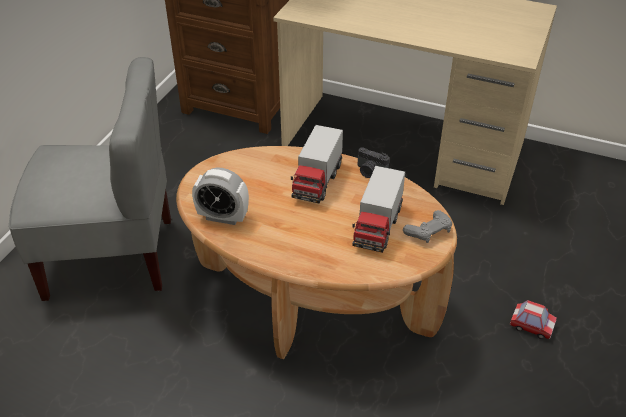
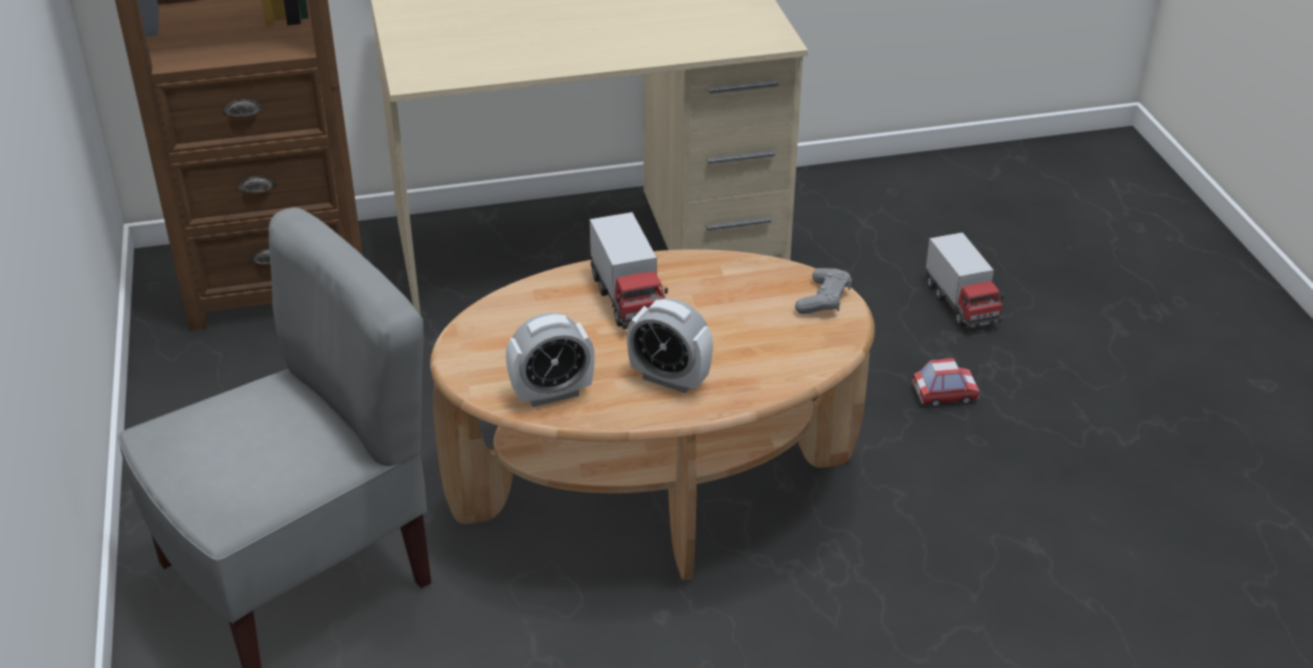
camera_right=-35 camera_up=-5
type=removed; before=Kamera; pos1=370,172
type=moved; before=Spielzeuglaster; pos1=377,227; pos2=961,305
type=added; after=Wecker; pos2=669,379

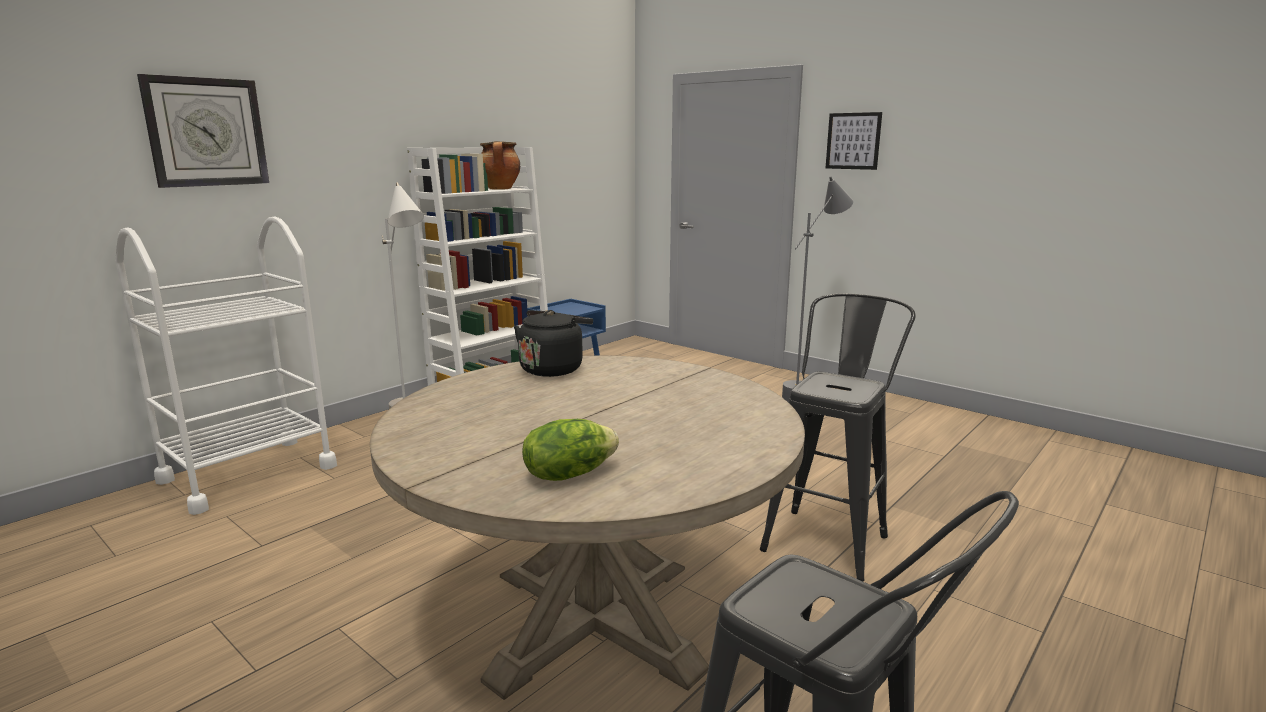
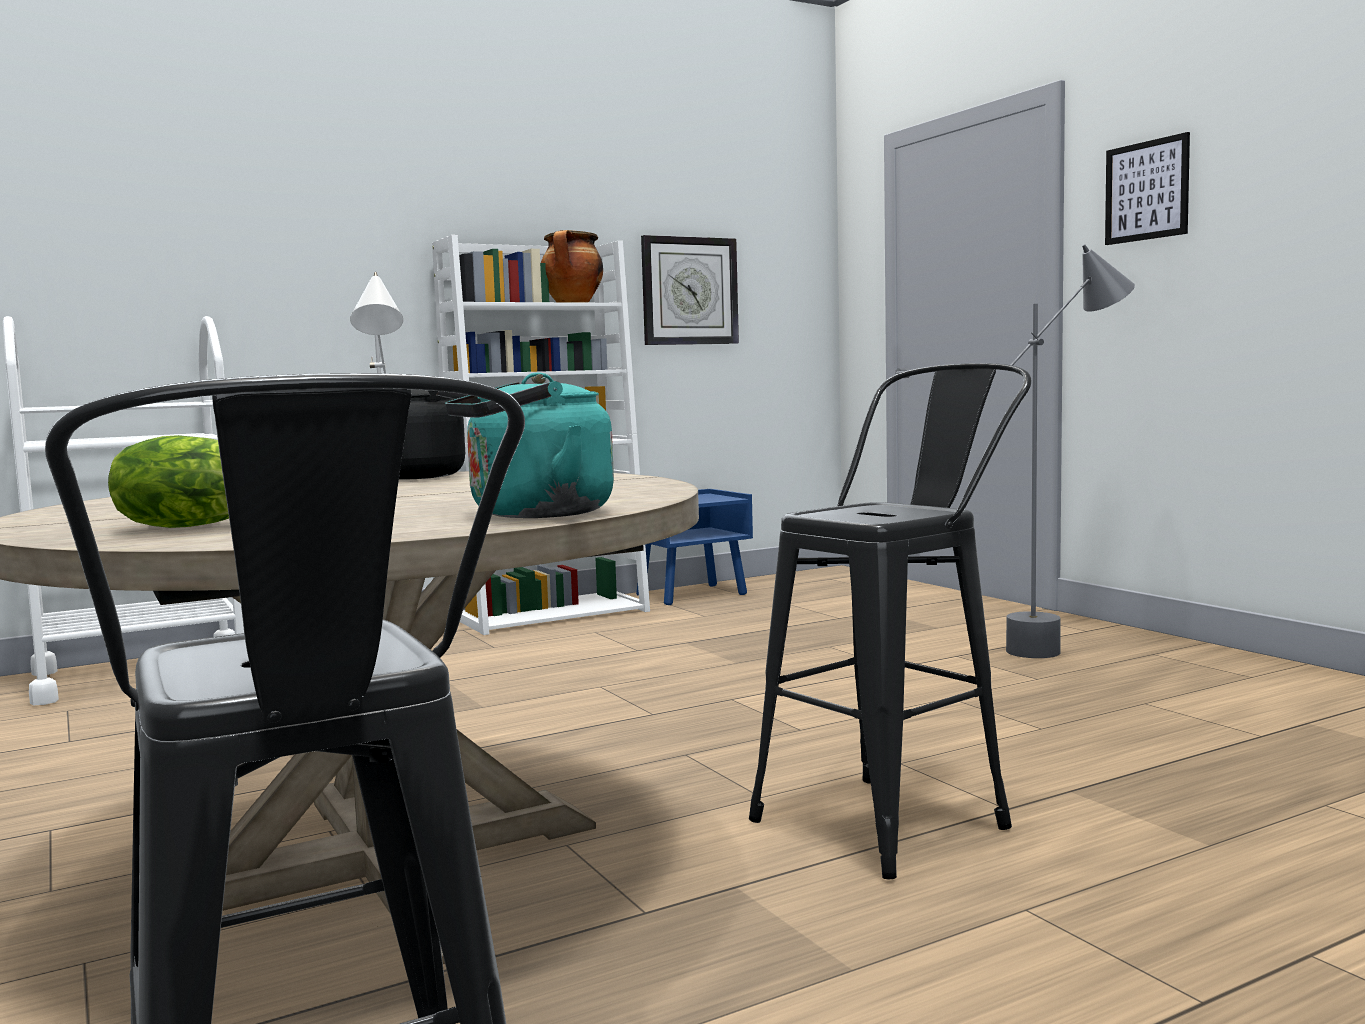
camera_right=20 camera_up=-10
type=moved; before=Wanduhr; pos1=206,132; pos2=689,291
type=added; after=Wasserkessel/türkis; pos2=533,514

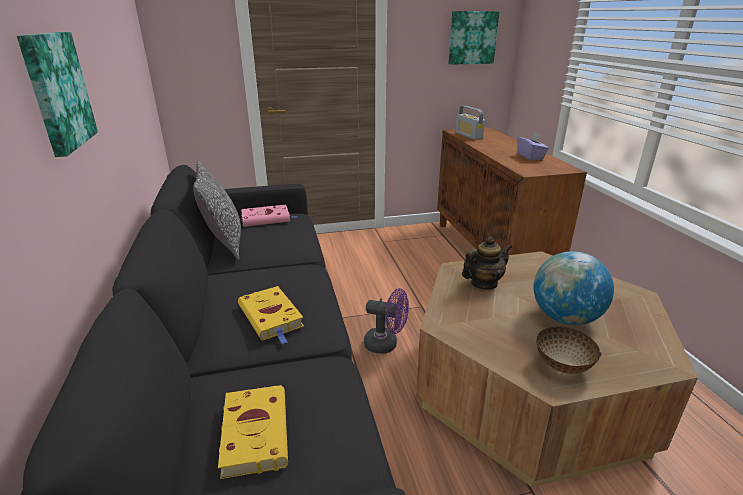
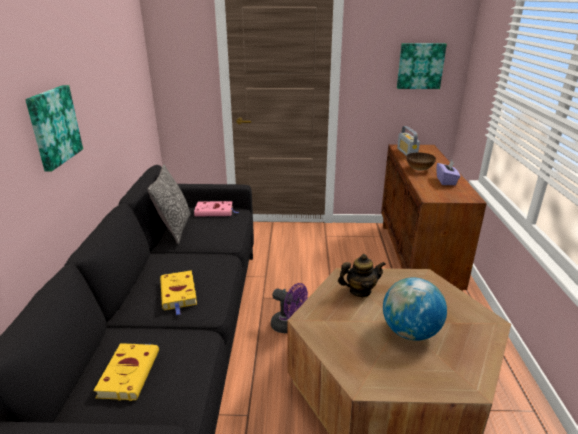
camera_right=15 camera_up=0
type=moved; before=Schüssel; pos1=562,366; pos2=418,169

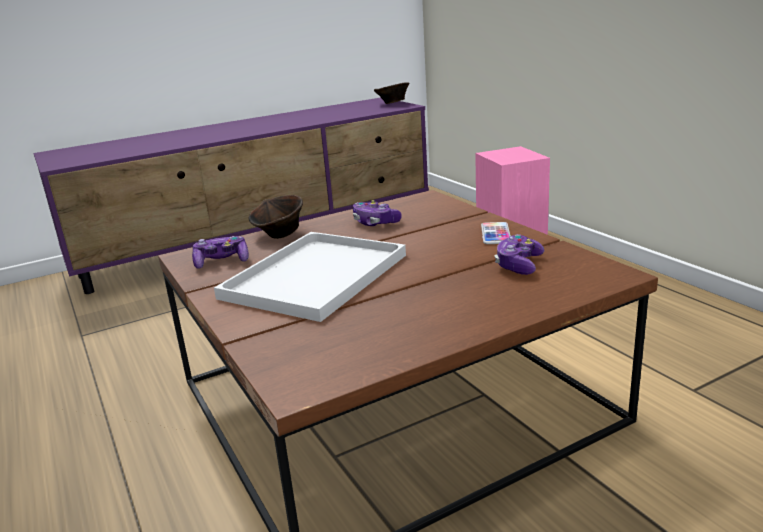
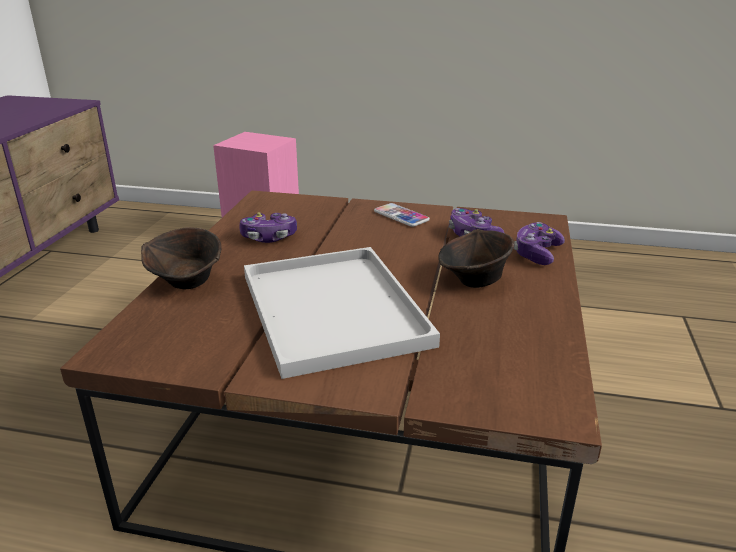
camera_right=-50 camera_up=5
type=moved; before=Schüssel/braun; pos1=392,103; pos2=474,281
type=moved; before=Gamepad; pos1=222,262; pos2=536,253

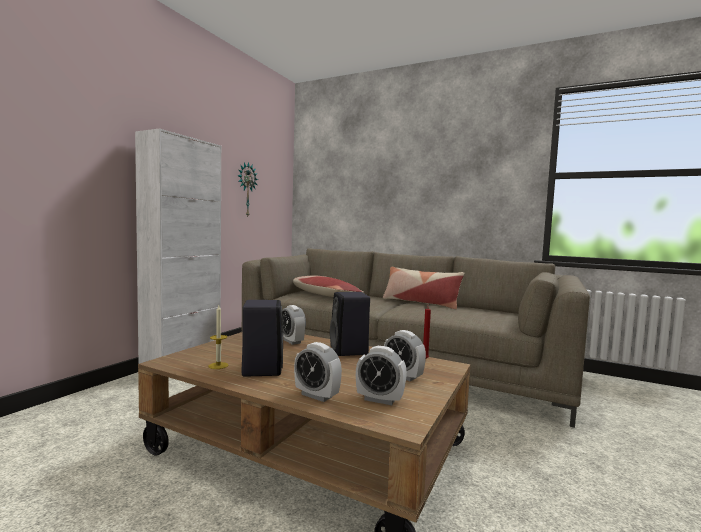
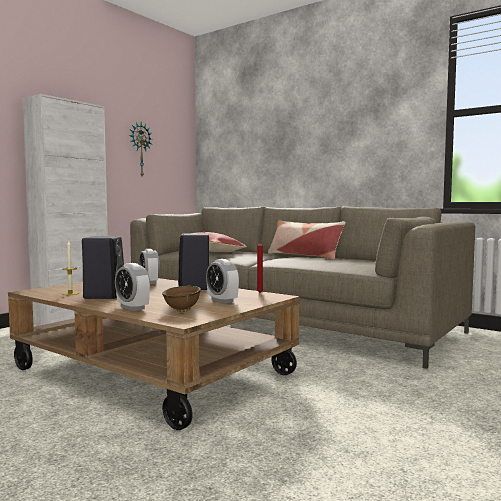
camera_right=10 camera_up=0
type=replaced; before=Wecker; after=Schüssel/braun; pos1=379,399; pos2=182,311

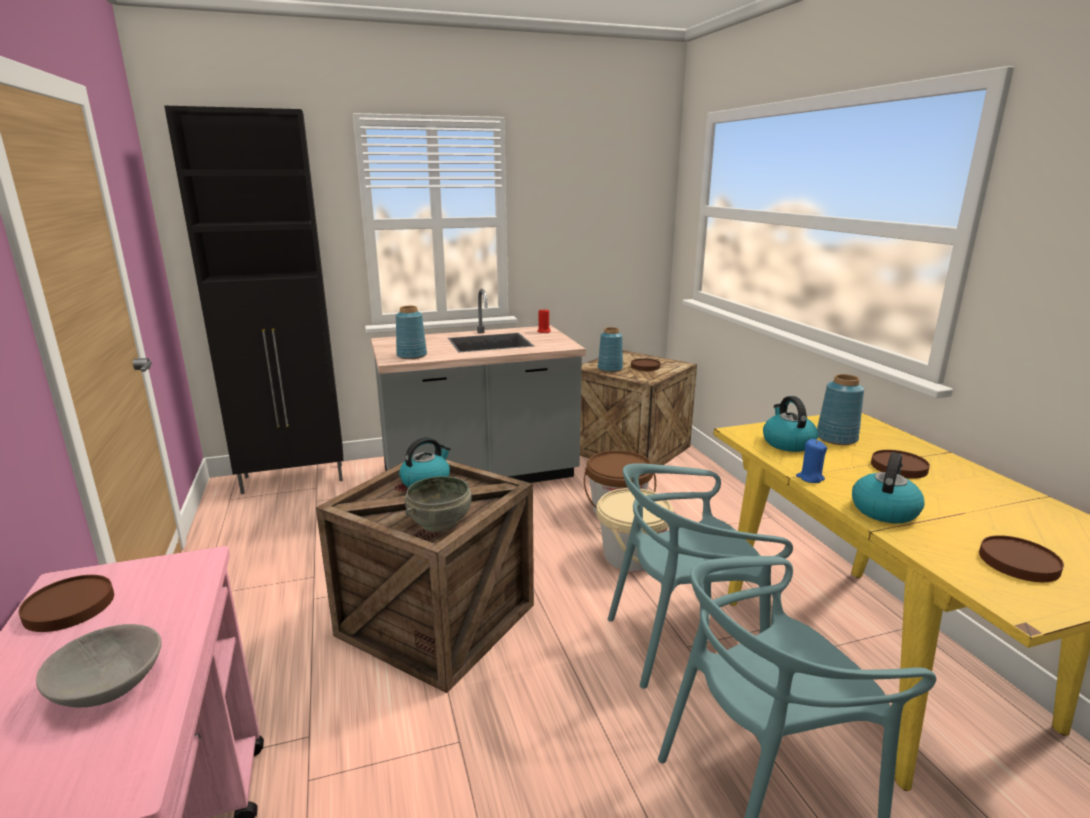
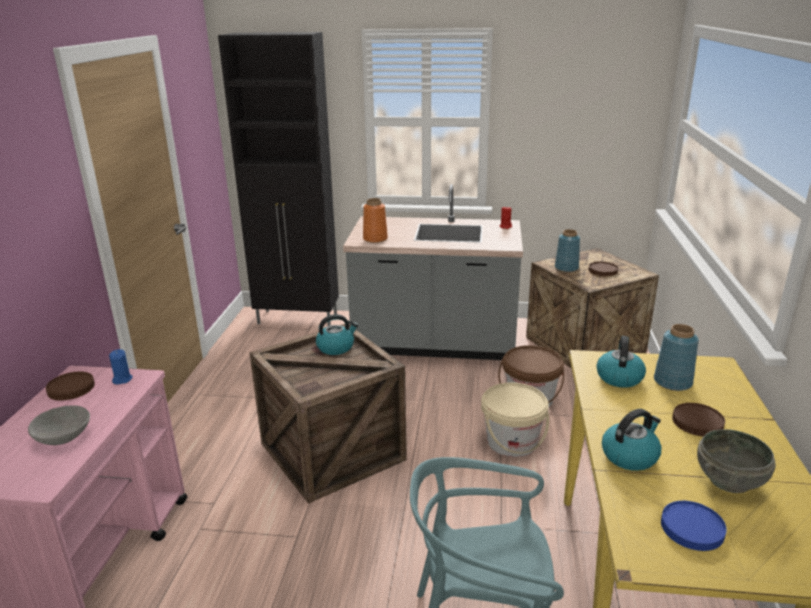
camera_right=25 camera_up=5
type=recoloured; before=Vase/blau; after=Vase/orange; pos1=412,356; pos2=375,239
type=moved; before=Kerze/blau; pos1=810,478; pos2=122,379
type=removed; before=Stuhl/türkis; pos1=683,641
type=moved; before=Schüssel/grau; pos1=440,523; pos2=730,481
type=recoloured; before=Teller/braun; after=Teller/blau; pos1=1018,562; pos2=691,528

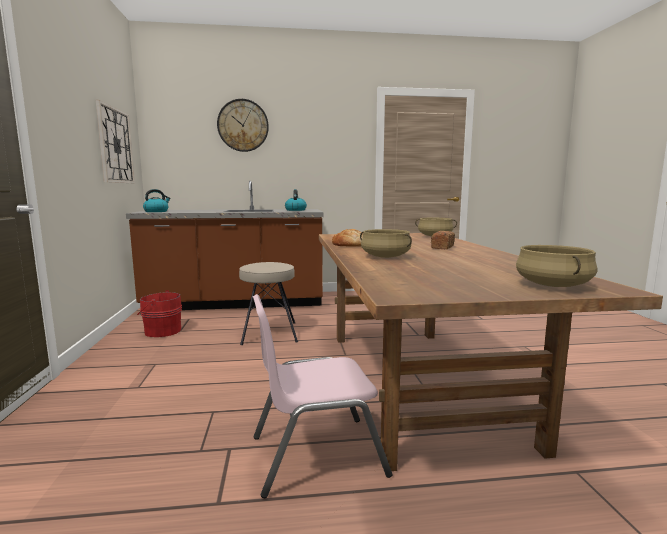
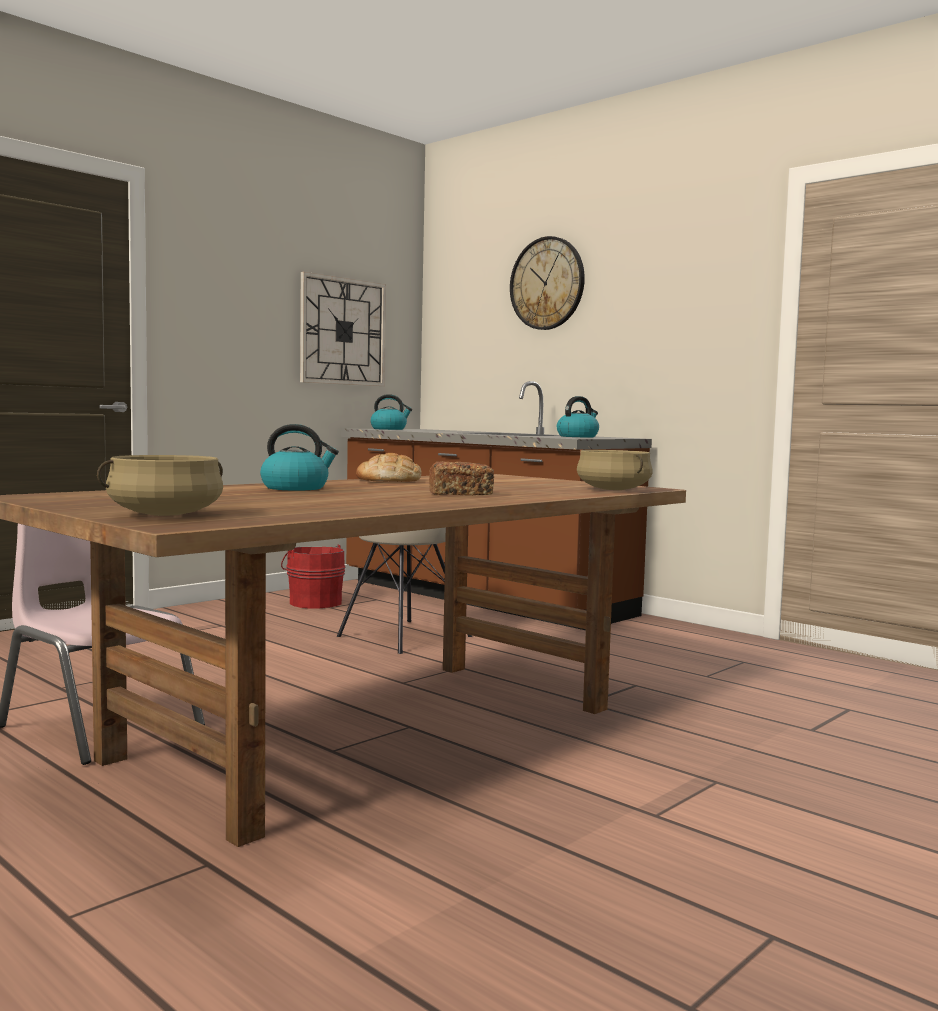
camera_right=50 camera_up=-5
type=replaced; before=Kochtopf/beige; after=Wasserkessel; pos1=385,257; pos2=296,488

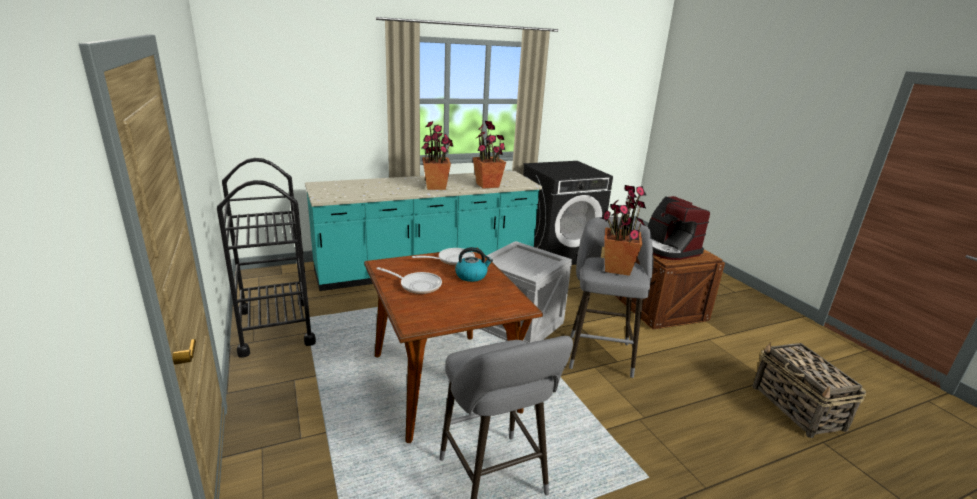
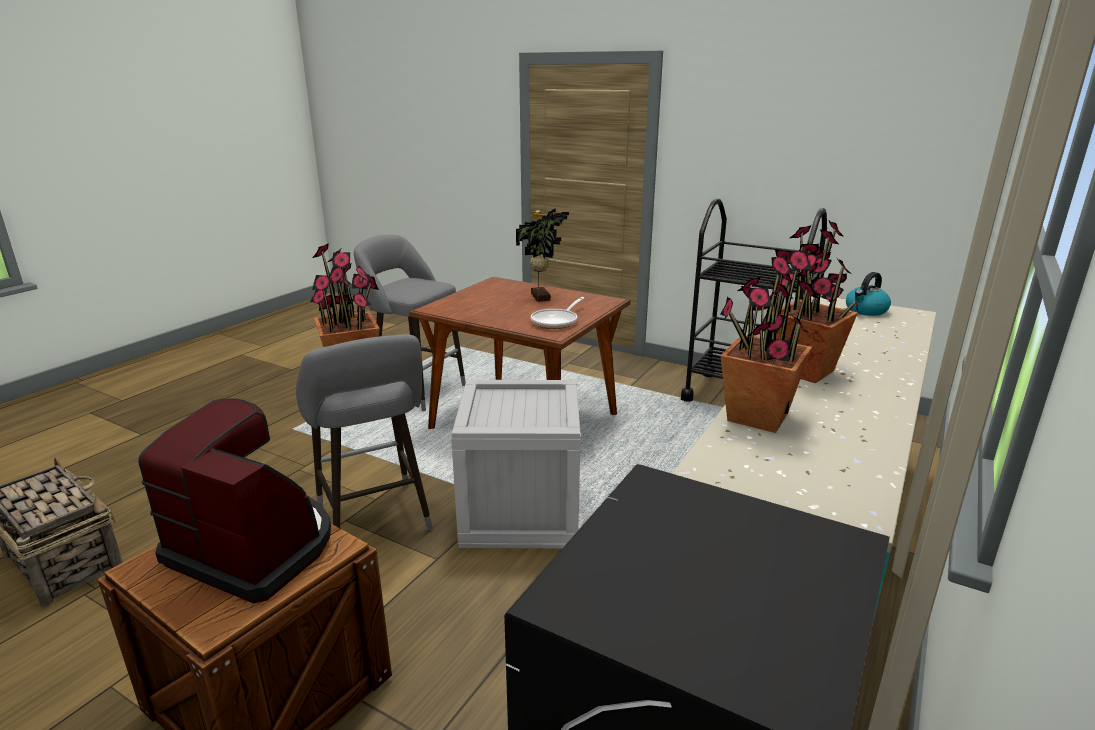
camera_right=145 camera_up=0
type=moved; before=Wasserkessel; pos1=471,276; pos2=866,311
type=replaced; before=Pfanne; after=Topfpflanze; pos1=417,285; pos2=542,297

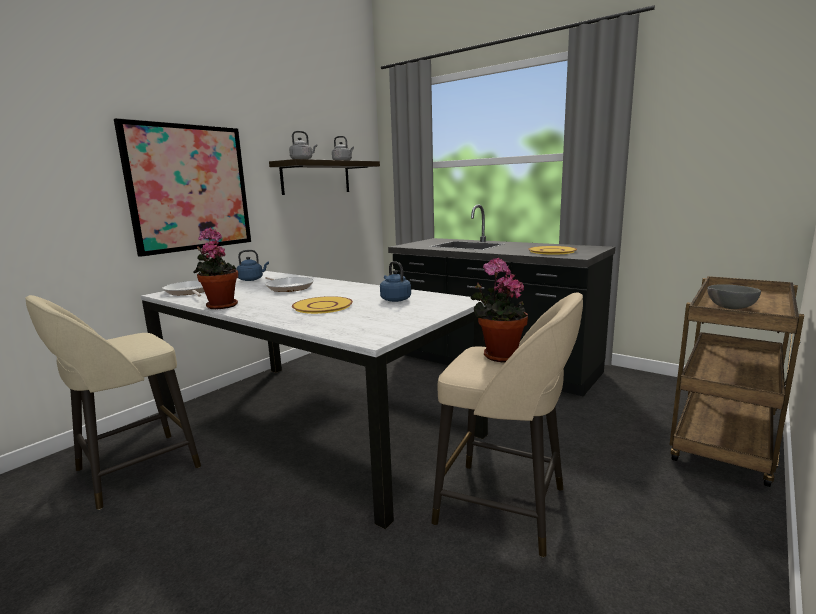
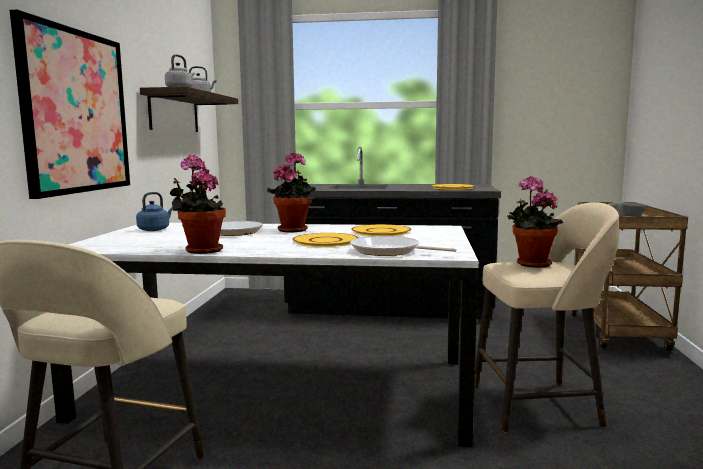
camera_right=-30 camera_up=-5
type=replaced; before=Wasserkessel/blau; after=Teller/gelb; pos1=394,299; pos2=380,231
type=moved; before=Pfanne; pos1=190,292; pos2=389,251
type=added; after=Topfpflanze; pos2=294,230

